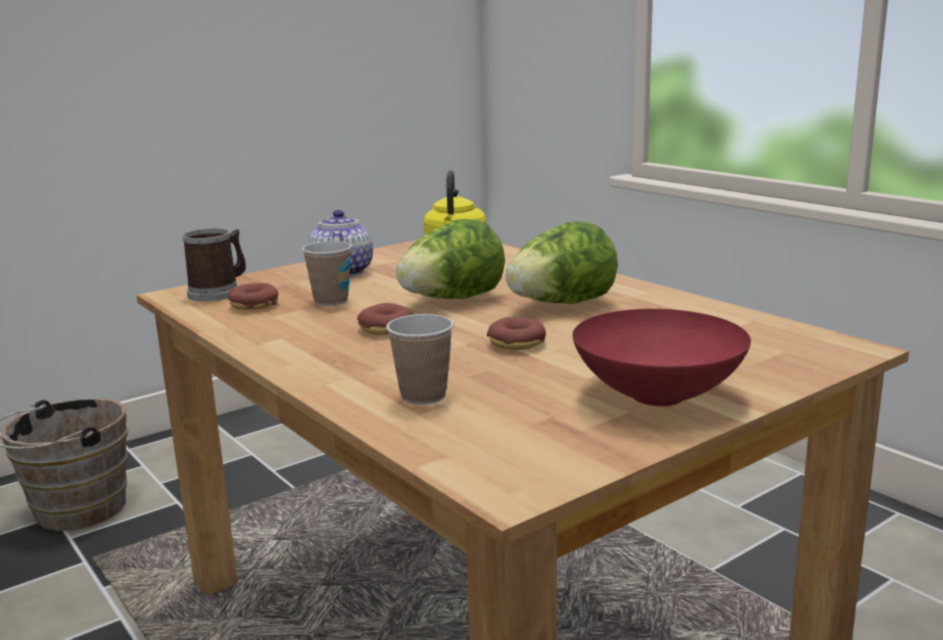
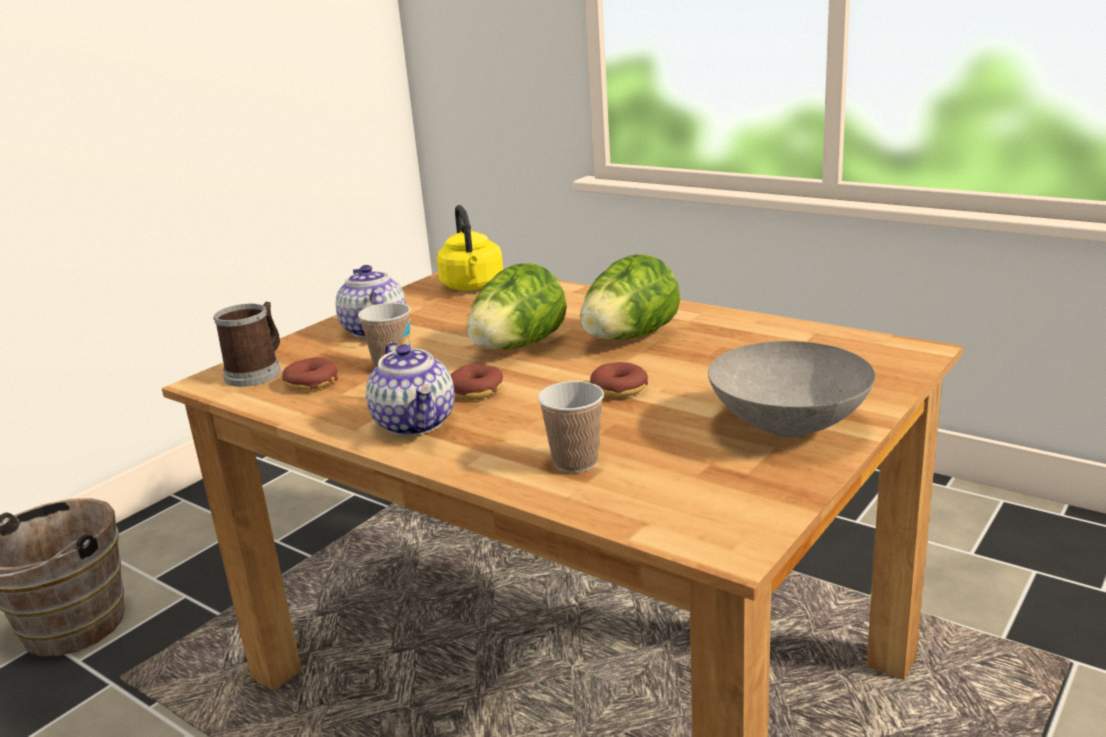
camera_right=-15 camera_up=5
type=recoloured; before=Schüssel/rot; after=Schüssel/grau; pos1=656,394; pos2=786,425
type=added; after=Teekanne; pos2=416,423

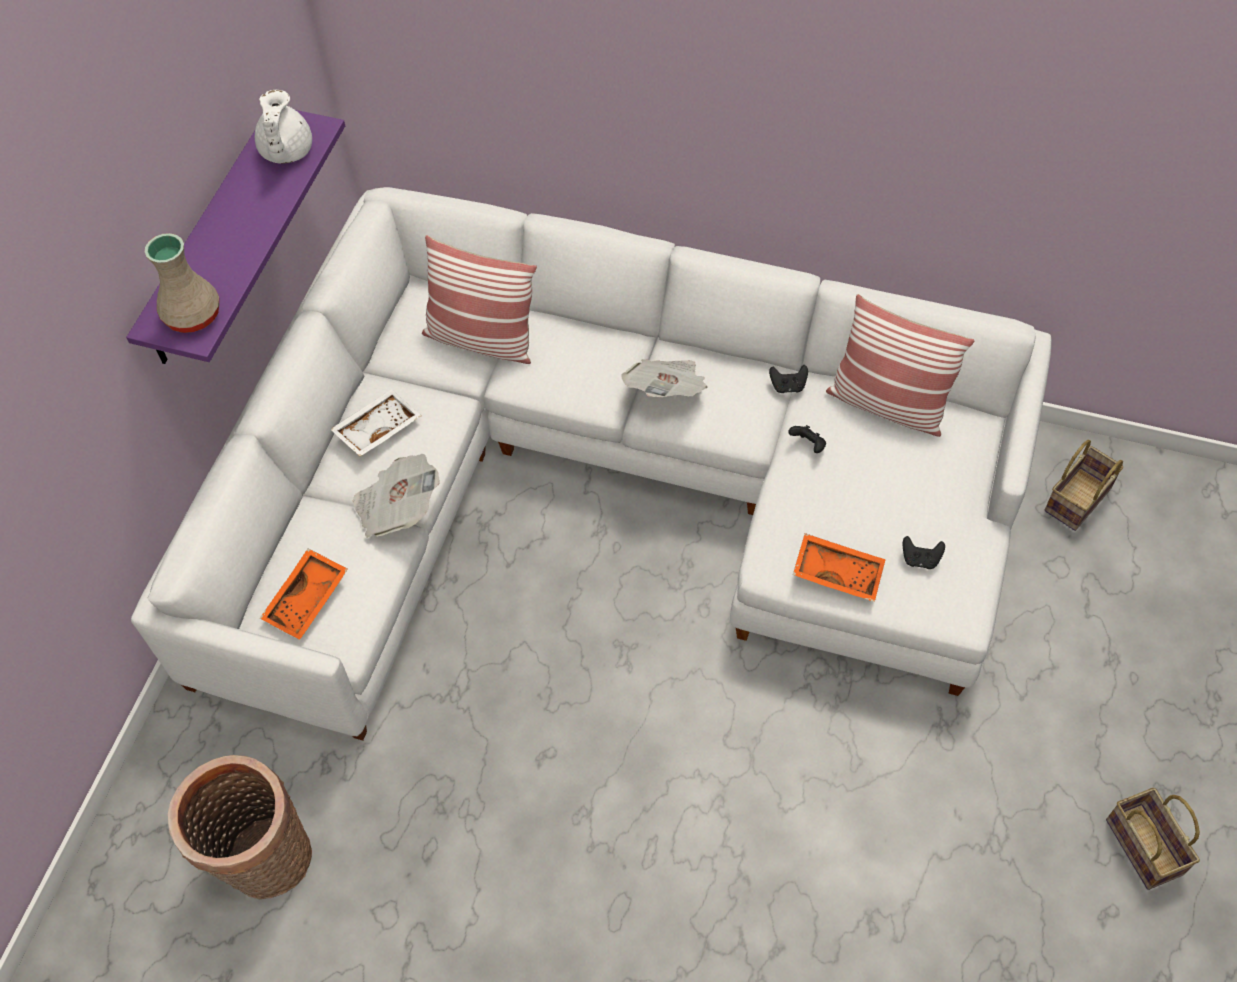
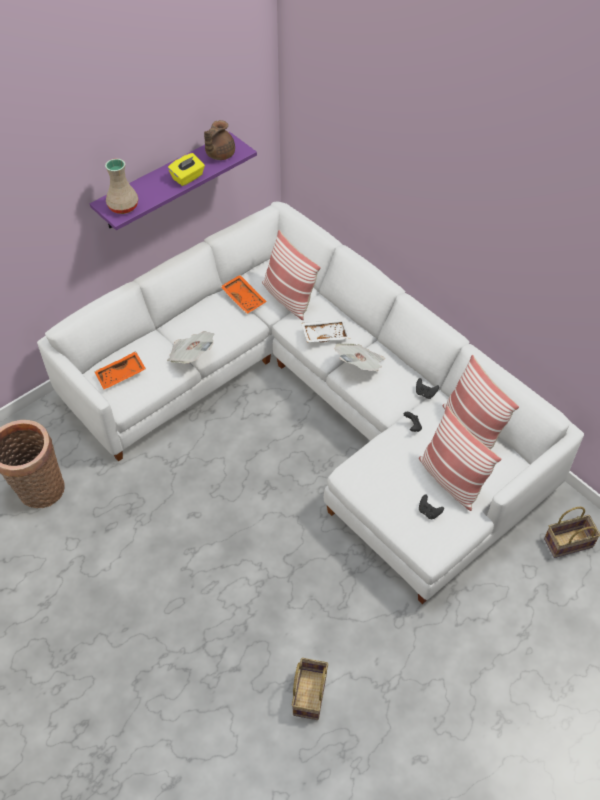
camera_right=30 camera_up=-5
type=recoloured; before=Teekanne/weiß; after=Teekanne/braun; pos1=285,152; pos2=219,154
type=moved; before=Tablett/weiß; pos1=377,428; pos2=325,334
type=moved; before=Tablett/orange; pos1=838,572; pos2=244,298
type=moved; before=Korb; pos1=1141,845; pos2=309,693
type=added; after=Taschentuchbox/gelb; pos2=188,177
type=added; after=Kissen; pos2=451,480

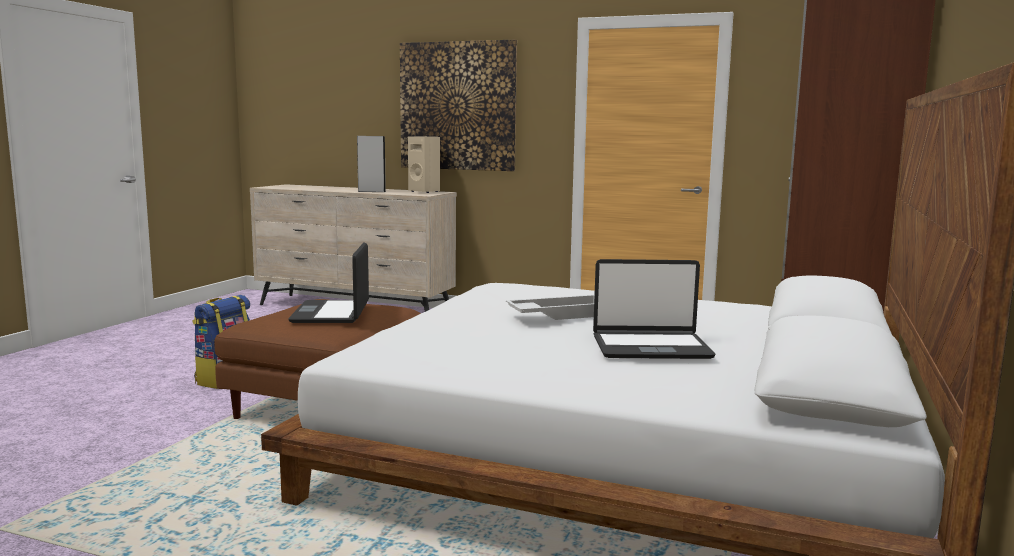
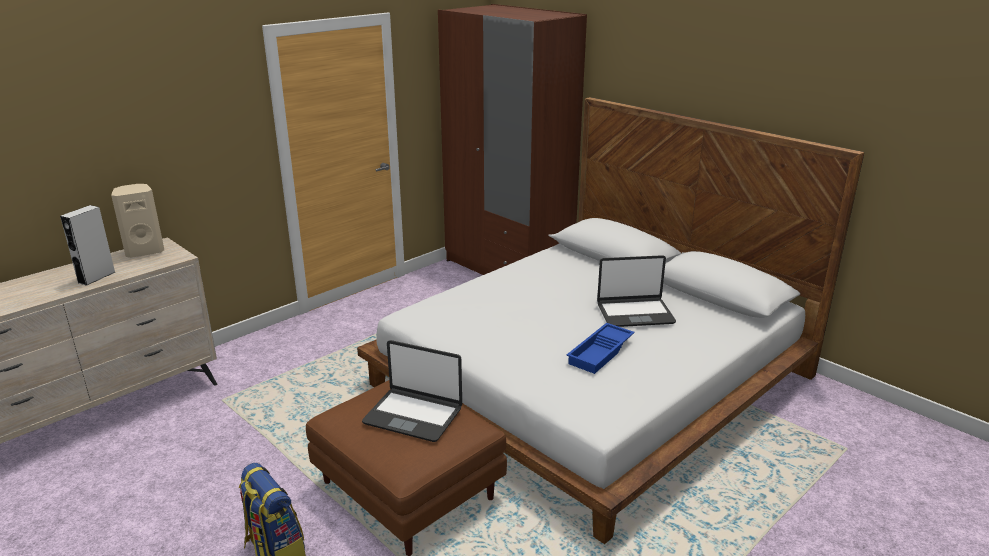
camera_right=-65 camera_up=15
type=removed; before=Bild; pos1=457,106
type=turned; before=Laptop; pos1=650,347; pos2=635,313; turn=60
type=removed; before=Tablett/weiß; pos1=559,314
type=added; after=Tablett/blau; pos2=601,353

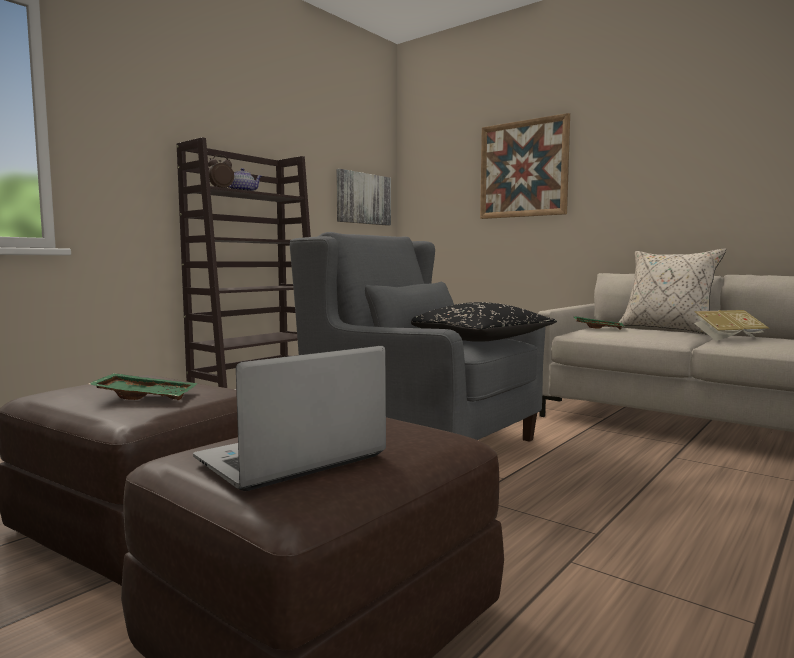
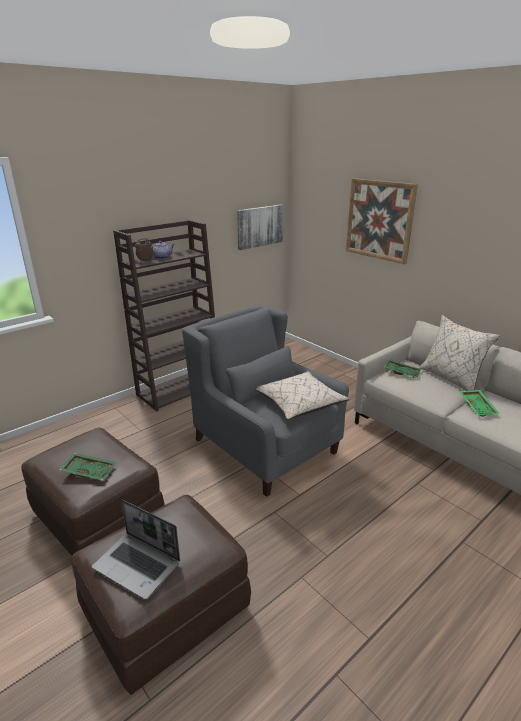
camera_right=10 camera_up=20
type=recoloured; before=Kissen/schwarz; after=Kissen/beige; pos1=479,340; pos2=299,404
type=replaced; before=Buch; after=Tablett/grün; pos1=728,338; pos2=478,407
type=turned; before=Laptop; pos1=290,460; pos2=138,565; turn=-120

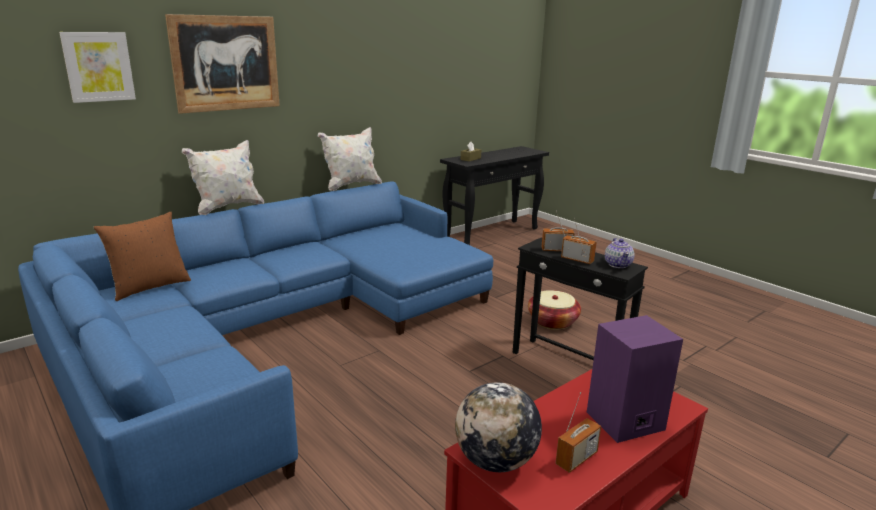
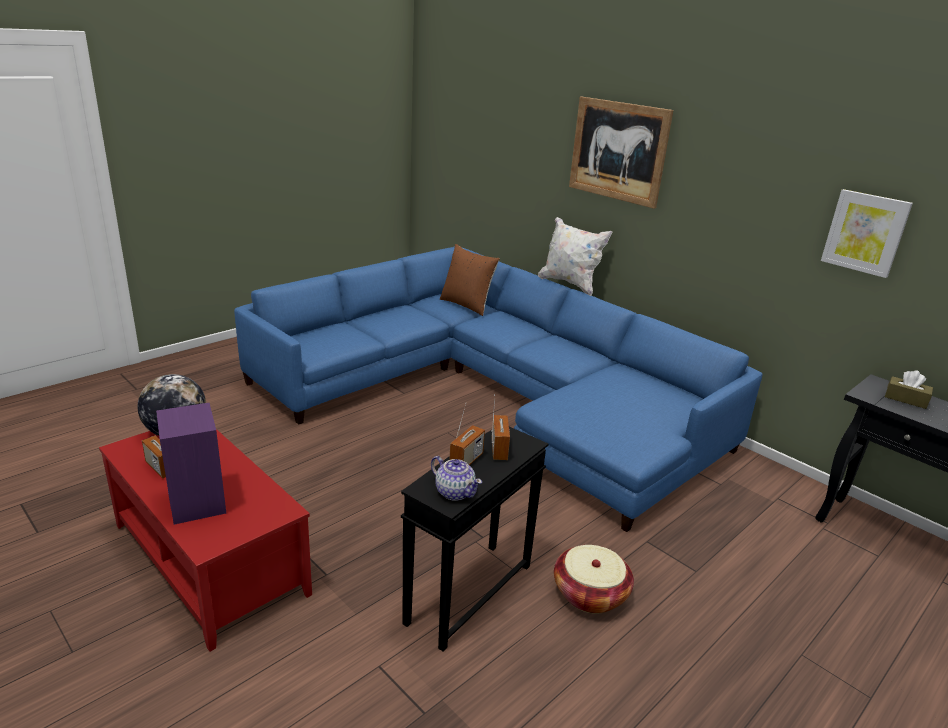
camera_right=85 camera_up=5
type=moved; before=Bild; pos1=98,67; pos2=865,232
type=removed; before=Kissen/weiß; pos1=351,185
type=turned; before=Teekanne; pos1=618,264; pos2=454,492; turn=-135

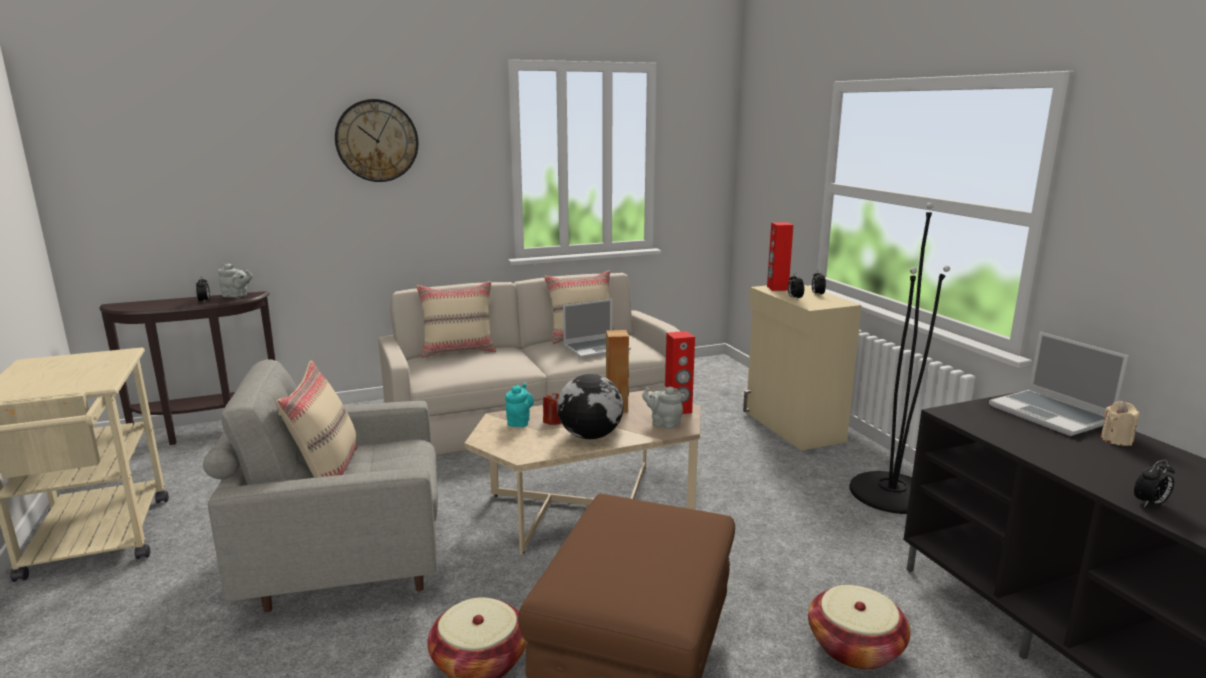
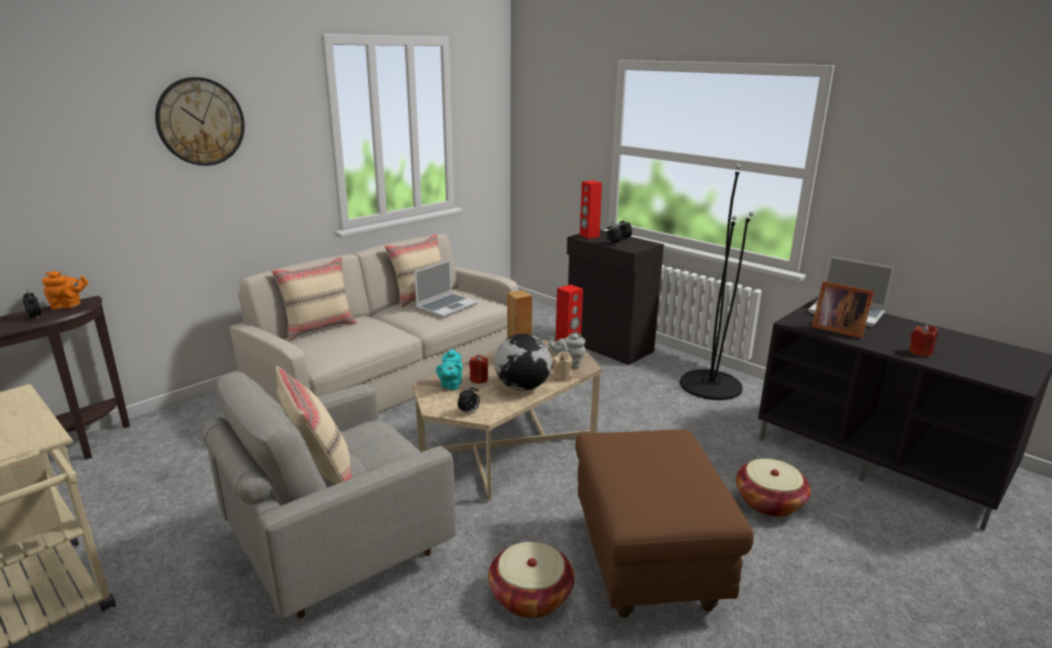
camera_right=-25 camera_up=5
type=recoloured; before=Teekanne/grau; after=Teekanne/orange; pos1=236,296; pos2=68,306
type=recoloured; before=Schrank/beige; after=Schrank/schwarz; pos1=792,427; pos2=608,347
type=turned; before=Teekanne/türkis; pos1=519,421; pos2=450,386; turn=-150
type=moved; before=Kerze/beige; pos1=1116,440; pos2=562,377
type=moved; before=Wecker; pos1=1150,503; pos2=469,412
type=added; after=Bilderrahmen; pos2=836,329
type=added; after=Kerze/rot; pos2=920,352

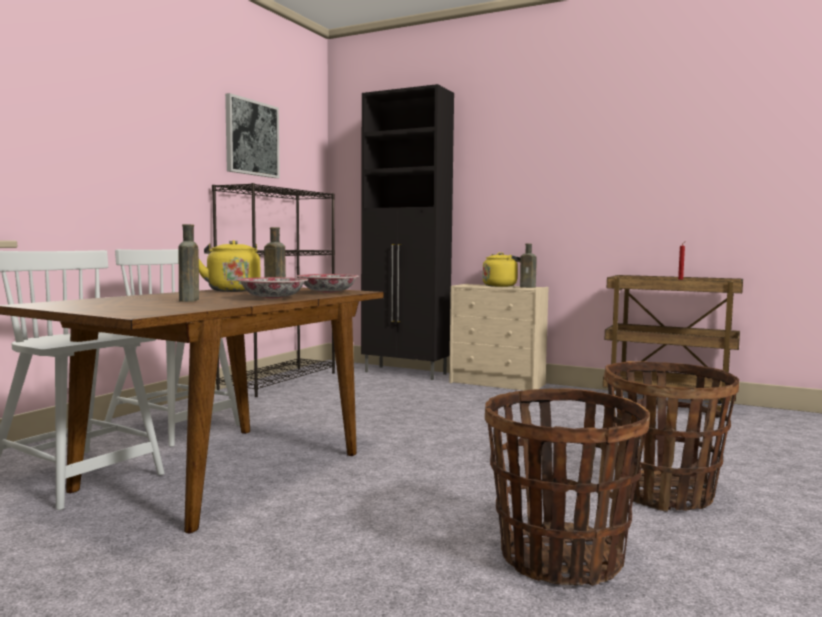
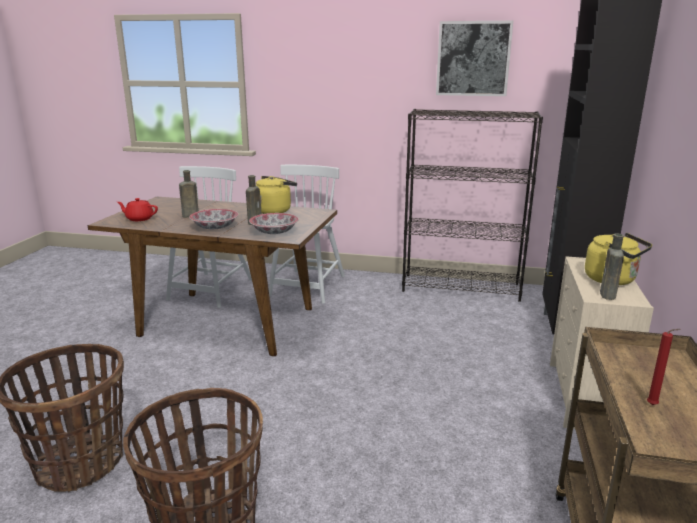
camera_right=75 camera_up=15
type=added; after=Teekanne/rot; pos2=139,219

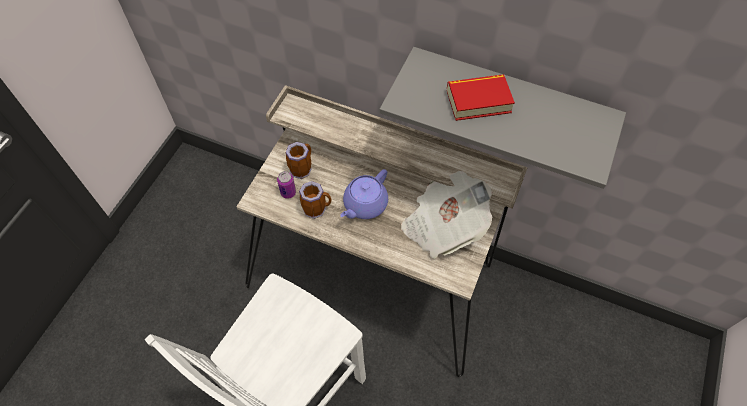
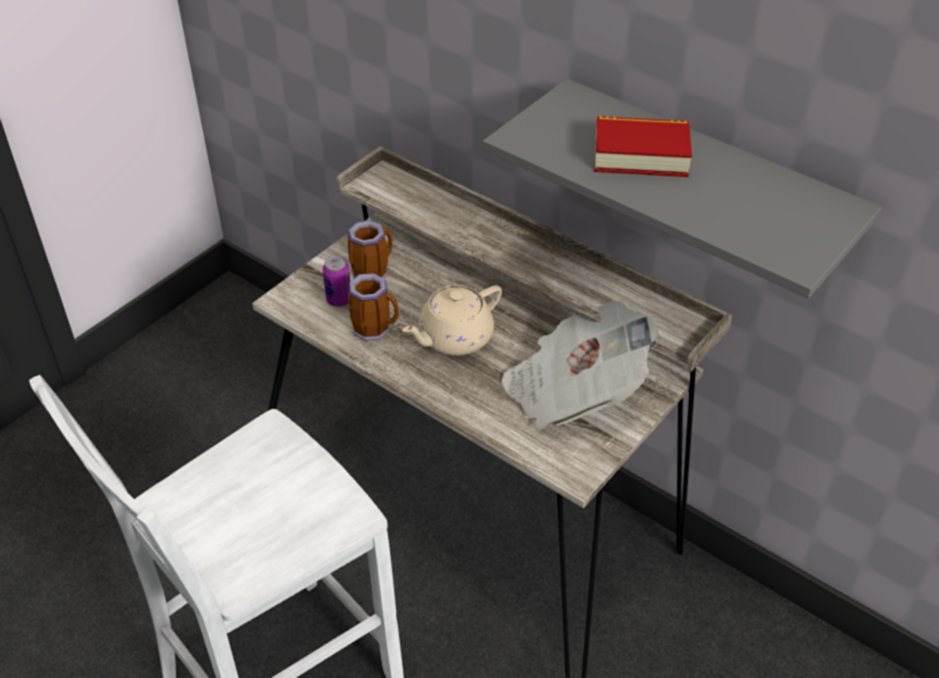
camera_right=15 camera_up=-15
type=recoloured; before=Teekanne/lila; after=Teekanne/beige; pos1=364,204; pos2=454,338

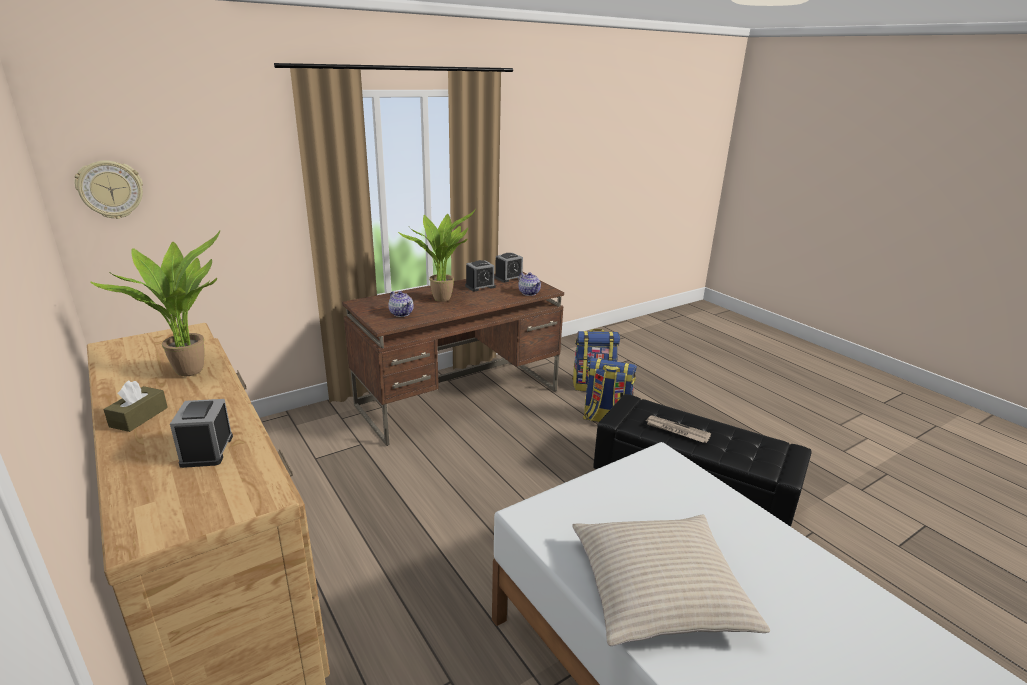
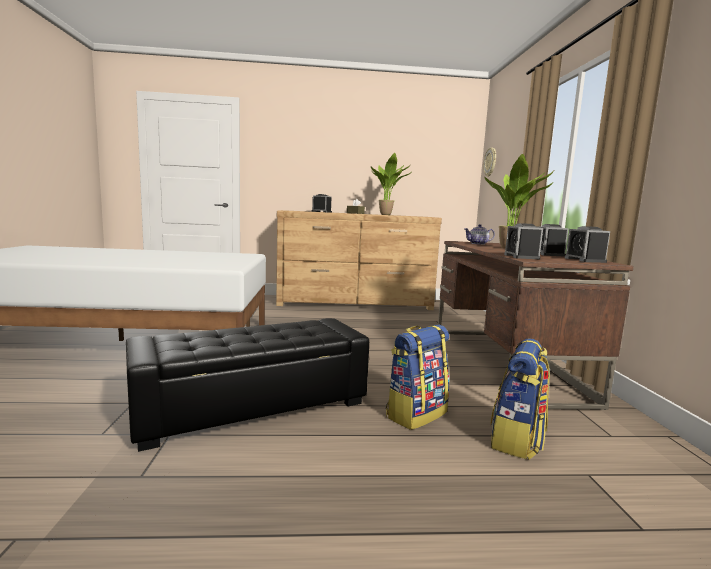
camera_right=120 camera_up=-15
type=replaced; before=Teekanne; after=Wecker; pos1=529,293; pos2=521,257
type=removed; before=Zeitung; pos1=676,431
type=removed; before=Kissen/beige; pos1=658,590

